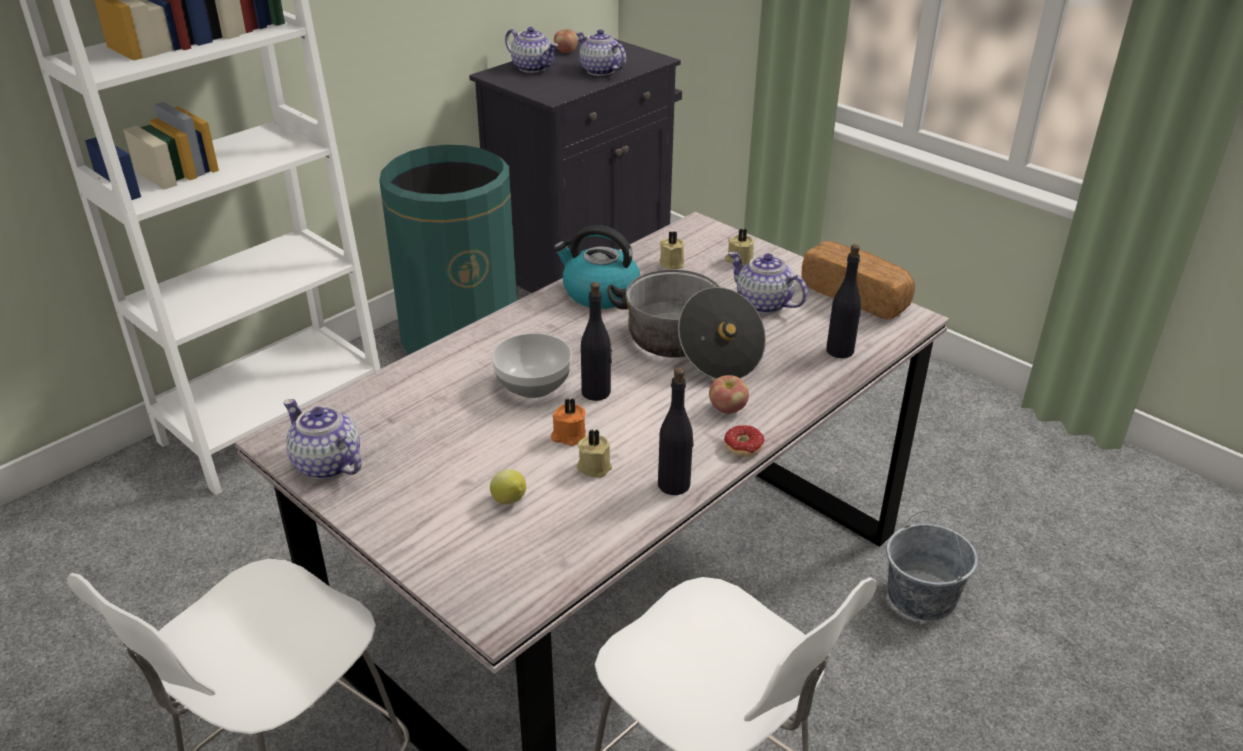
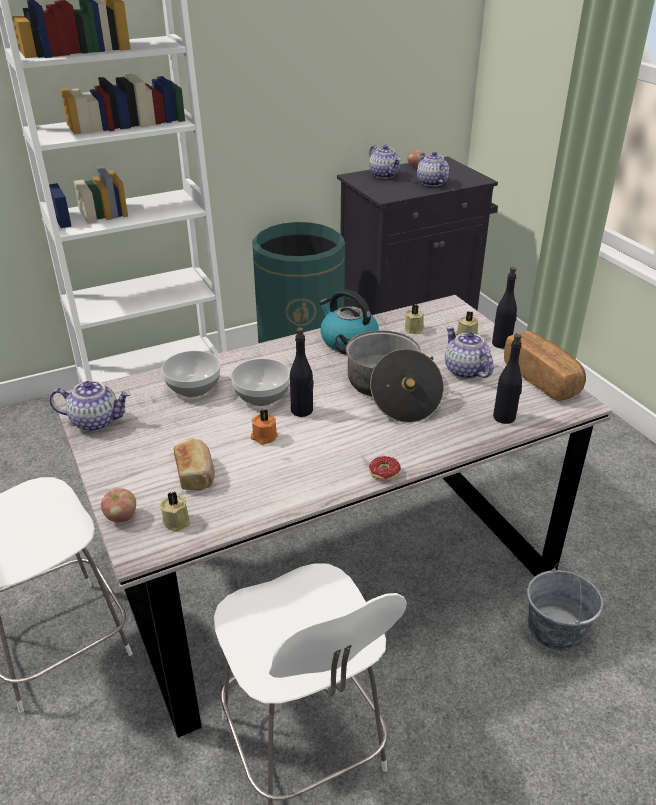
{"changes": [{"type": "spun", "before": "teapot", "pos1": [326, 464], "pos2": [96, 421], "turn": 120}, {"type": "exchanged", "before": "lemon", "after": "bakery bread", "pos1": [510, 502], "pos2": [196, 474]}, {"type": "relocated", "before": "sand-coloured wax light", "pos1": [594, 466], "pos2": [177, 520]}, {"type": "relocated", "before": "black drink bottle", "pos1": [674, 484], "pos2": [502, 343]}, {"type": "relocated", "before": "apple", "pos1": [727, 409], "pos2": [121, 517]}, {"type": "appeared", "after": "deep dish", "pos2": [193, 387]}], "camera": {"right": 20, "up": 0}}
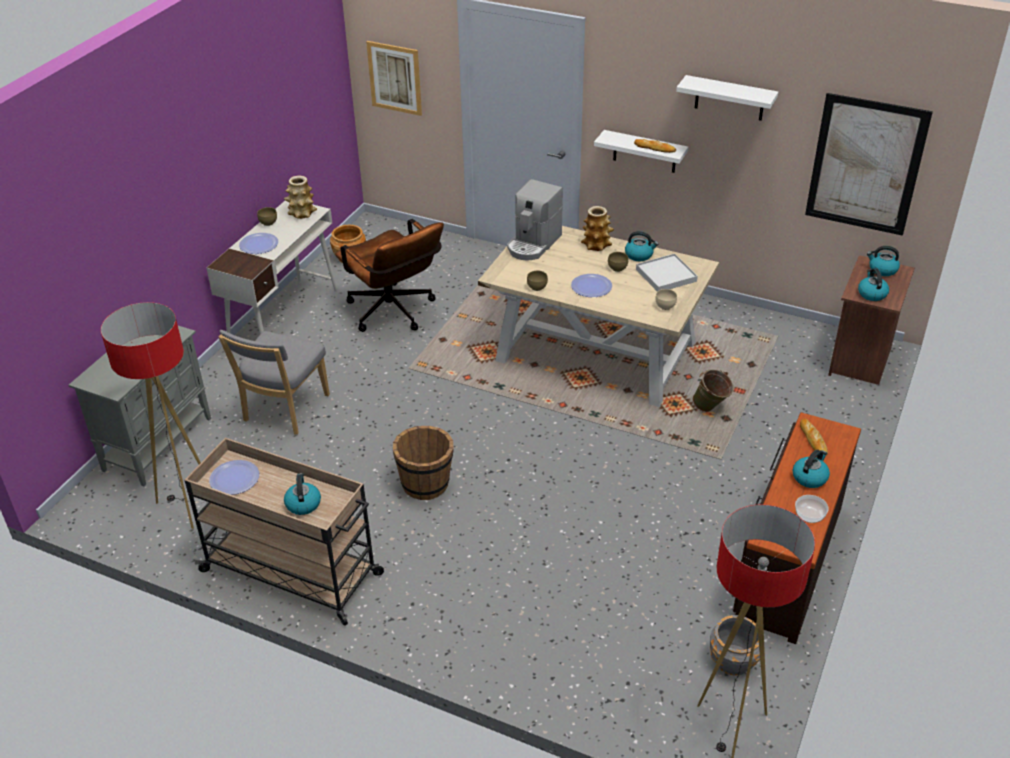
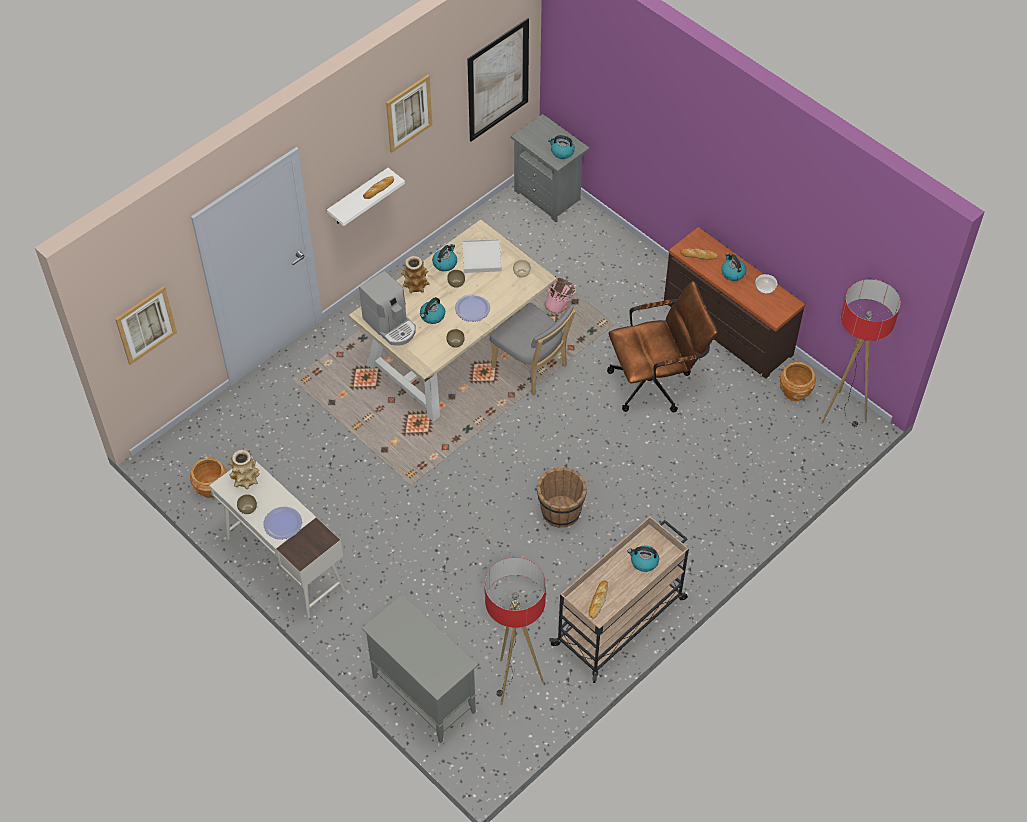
{"changes": [{"type": "exchanged", "before": "plate", "after": "bakery bread", "pos1": [234, 478], "pos2": [598, 600]}, {"type": "relocated", "before": "greyish chair", "pos1": [284, 410], "pos2": [532, 368]}, {"type": "relocated", "before": "brownish office chair", "pos1": [395, 314], "pos2": [657, 382]}, {"type": "exchanged", "before": "whitish bracket shelf", "after": "picture", "pos1": [729, 98], "pos2": [408, 113]}, {"type": "colour", "before": "green-coloured pail", "after": "pinkish pail", "pos1": [711, 409], "pos2": [559, 306]}, {"type": "colour", "before": "greyish planter", "after": "brownish planter", "pos1": [733, 661], "pos2": [795, 391]}, {"type": "colour", "before": "brownish bedside table", "after": "greyish bedside table", "pos1": [861, 361], "pos2": [549, 196]}, {"type": "relocated", "before": "kettle", "pos1": [882, 270], "pos2": [432, 316]}], "camera": {"right": -70, "up": 15}}
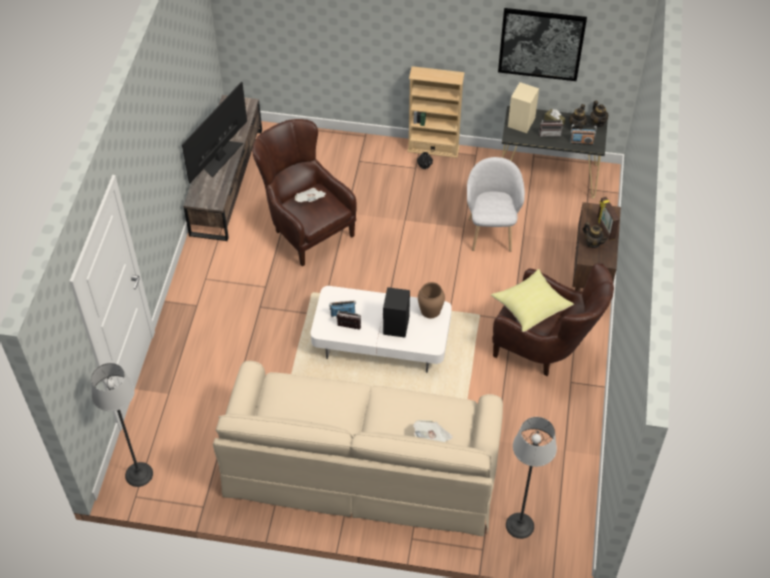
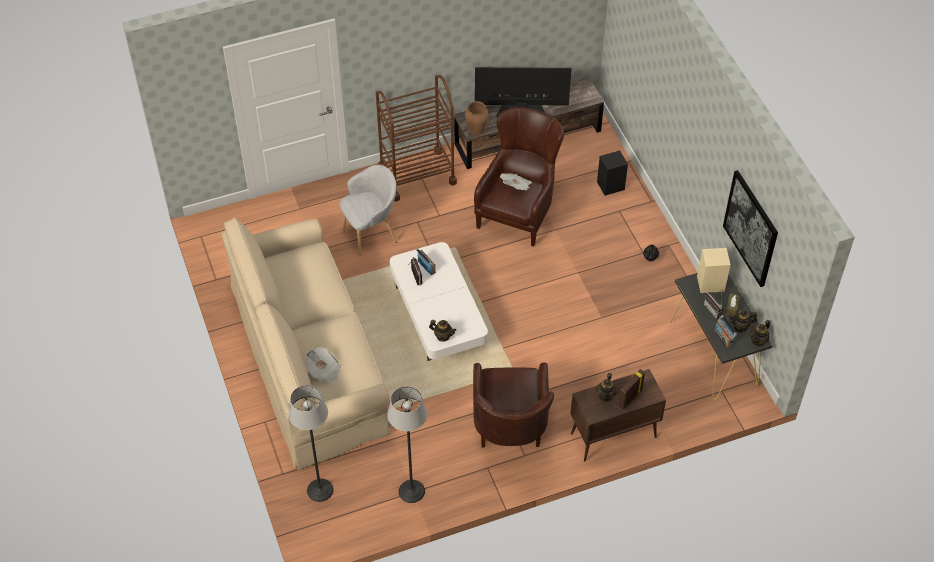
{"changes": [{"type": "relocated", "before": "standard lamp", "pos1": [139, 474], "pos2": [412, 491]}, {"type": "relocated", "before": "black loudspeaker", "pos1": [396, 325], "pos2": [611, 185]}, {"type": "missing", "before": "sand-coloured bookshelf", "pos1": [433, 148]}, {"type": "relocated", "before": "brownish flower vase", "pos1": [430, 310], "pos2": [476, 128]}, {"type": "relocated", "before": "greyish easy chair", "pos1": [491, 232], "pos2": [371, 234]}, {"type": "missing", "before": "yellow cushion", "pos1": [531, 307]}, {"type": "appeared", "after": "brownish wheeled cart", "pos2": [417, 175]}, {"type": "appeared", "after": "teapot", "pos2": [443, 336]}], "camera": {"right": 60, "up": 0}}
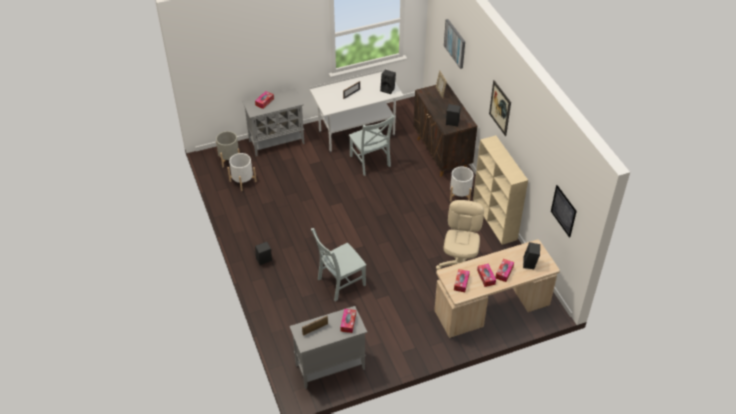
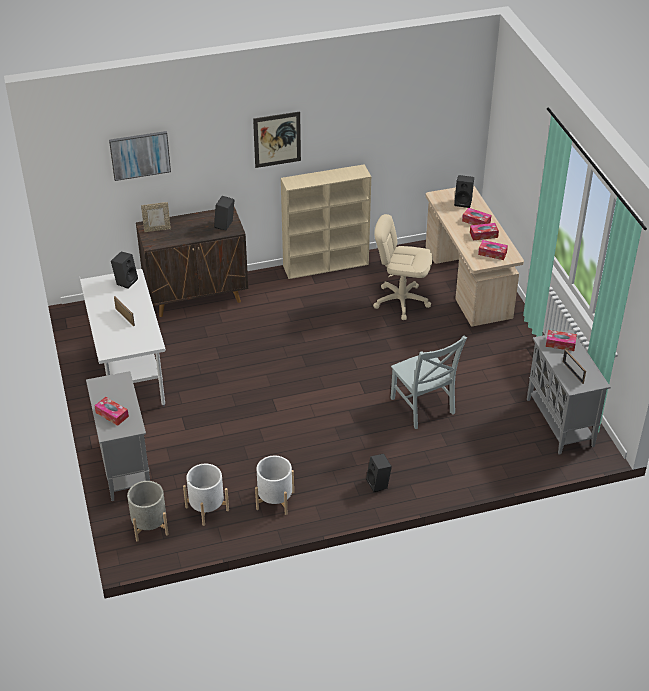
{"changes": [{"type": "missing", "before": "greyish chair", "pos1": [370, 162]}, {"type": "relocated", "before": "whitish planter", "pos1": [460, 195], "pos2": [275, 500]}, {"type": "missing", "before": "picture", "pos1": [563, 211]}], "camera": {"right": -85, "up": -5}}
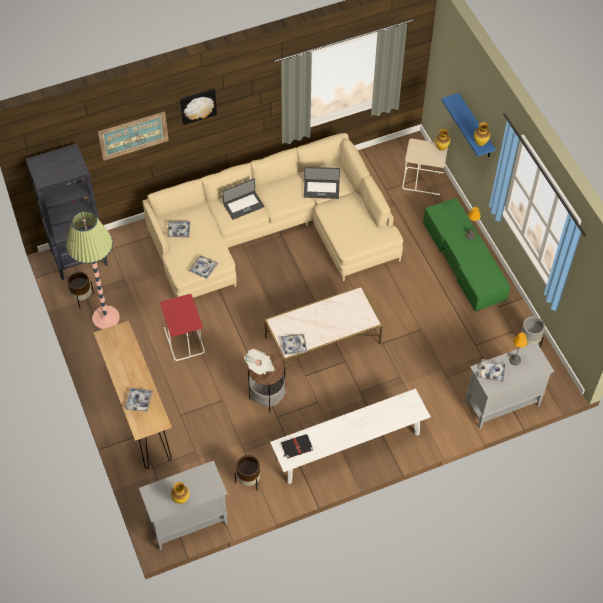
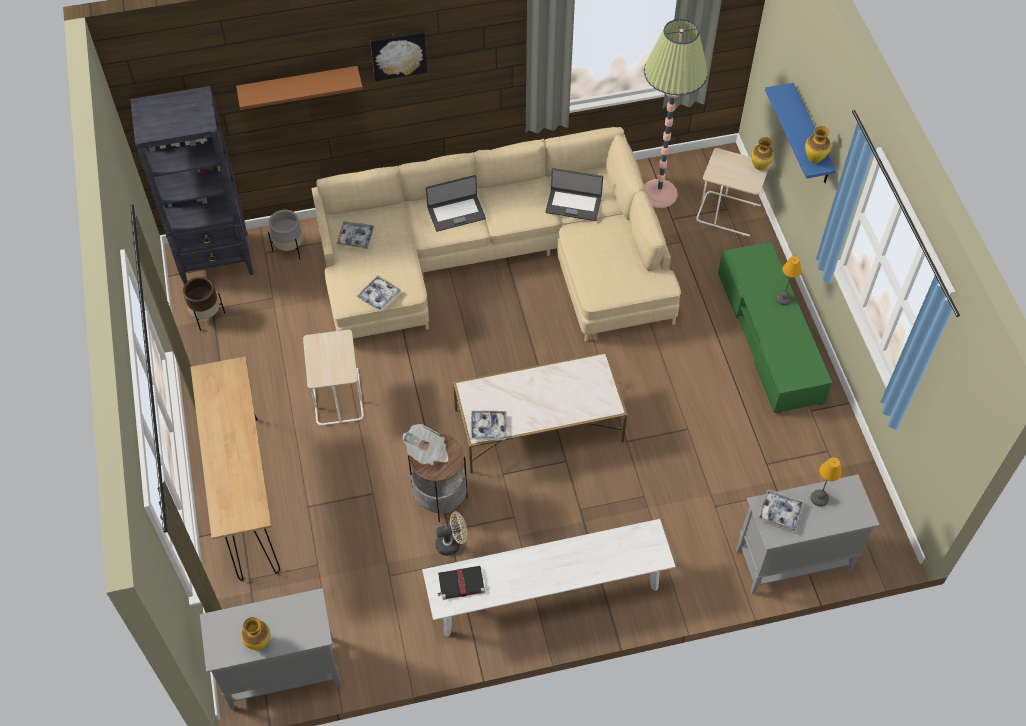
{"changes": [{"type": "relocated", "before": "standard lamp", "pos1": [106, 317], "pos2": [659, 194]}, {"type": "exchanged", "before": "picture", "after": "brownish bracket shelf", "pos1": [133, 135], "pos2": [299, 87]}, {"type": "missing", "before": "serving tray", "pos1": [139, 401]}, {"type": "colour", "before": "red-coloured side table", "after": "sand-coloured side table", "pos1": [184, 340], "pos2": [337, 396]}, {"type": "missing", "before": "brownish planter", "pos1": [248, 480]}, {"type": "relocated", "before": "greyish planter", "pos1": [529, 342], "pos2": [290, 249]}, {"type": "appeared", "after": "sand-coloured cooling fan", "pos2": [452, 543]}], "camera": {"right": 10, "up": 0}}
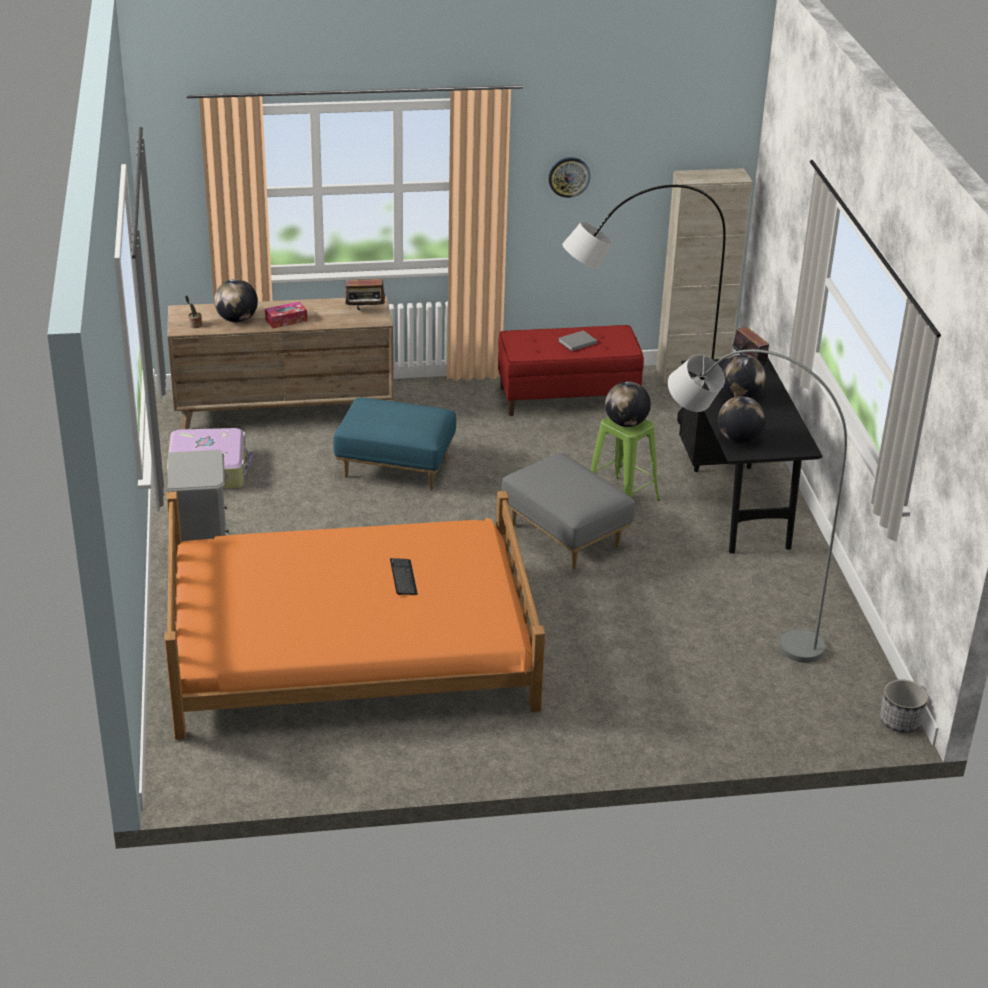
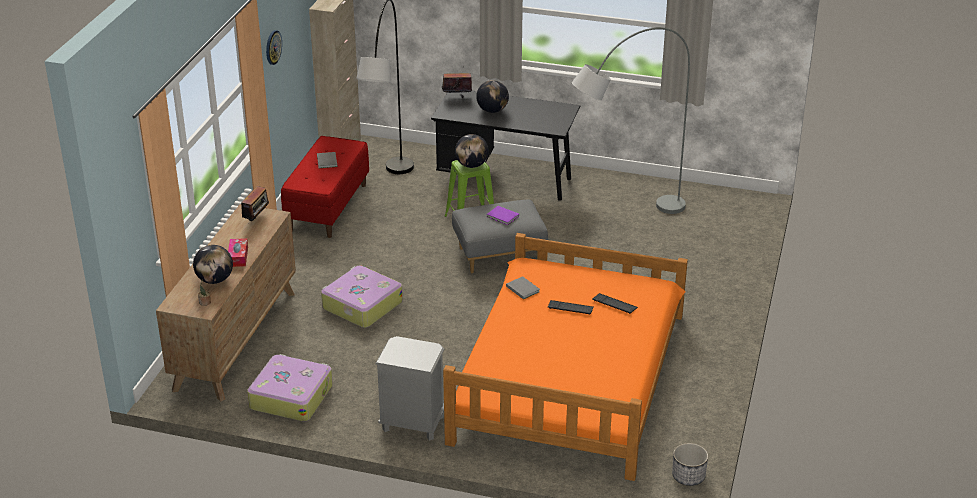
{"changes": [{"type": "exchanged", "before": "bluish pouffe", "after": "travel case", "pos1": [395, 469], "pos2": [361, 305]}, {"type": "missing", "before": "desk globe", "pos1": [739, 439]}, {"type": "relocated", "before": "planter", "pos1": [900, 721], "pos2": [688, 476]}, {"type": "appeared", "after": "purple volume", "pos2": [503, 217]}, {"type": "appeared", "after": "greyish volume", "pos2": [522, 288]}, {"type": "appeared", "after": "PC keyboard", "pos2": [614, 304]}], "camera": {"right": -65, "up": 0}}
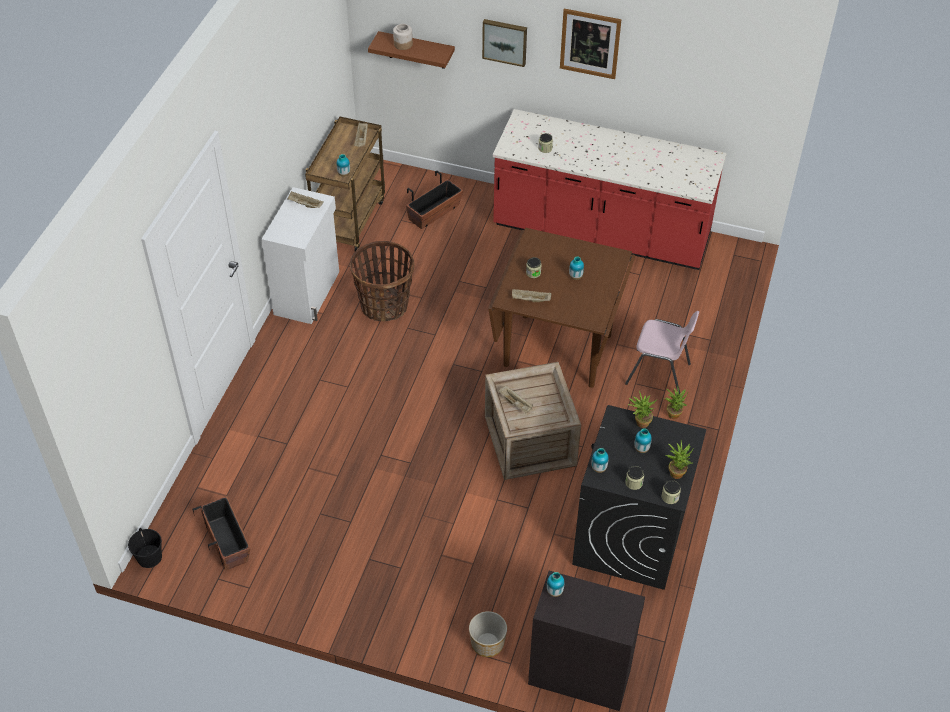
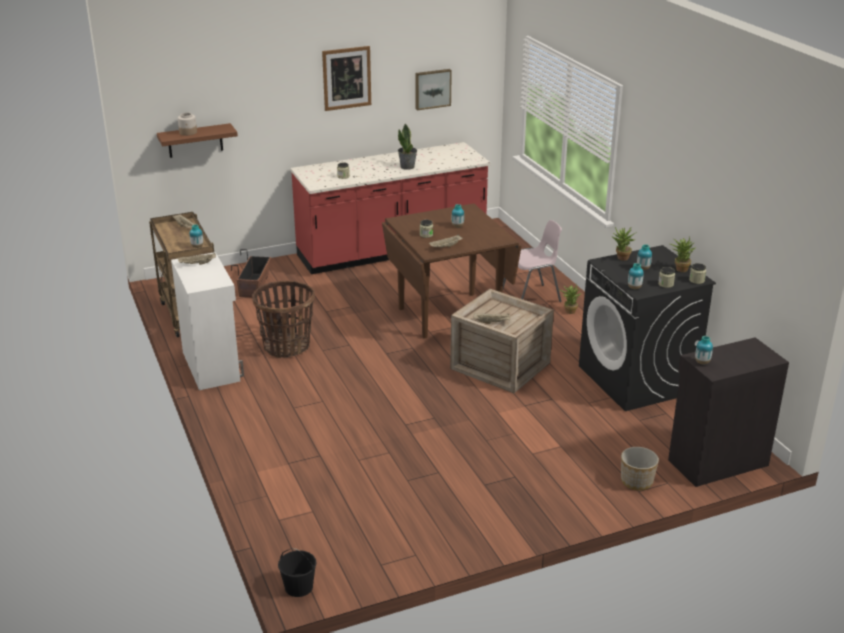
{"changes": [{"type": "missing", "before": "planter", "pos1": [227, 542]}, {"type": "relocated", "before": "picture", "pos1": [505, 41], "pos2": [432, 88]}, {"type": "appeared", "after": "houseplant", "pos2": [407, 167]}], "camera": {"right": -40, "up": -20}}
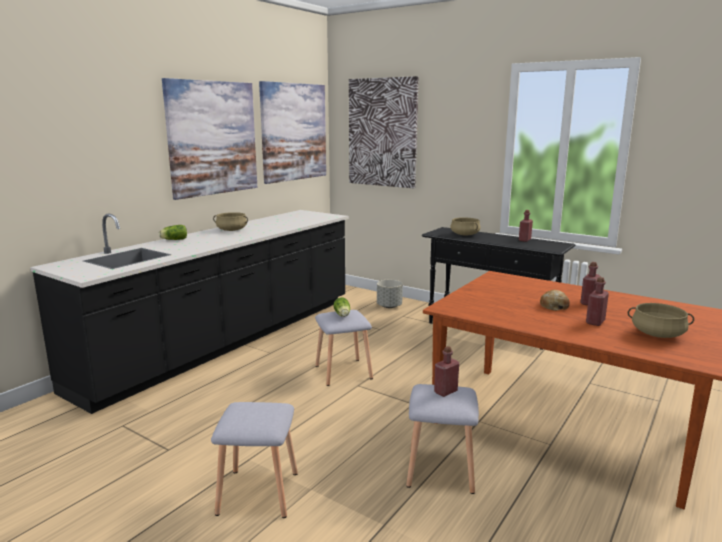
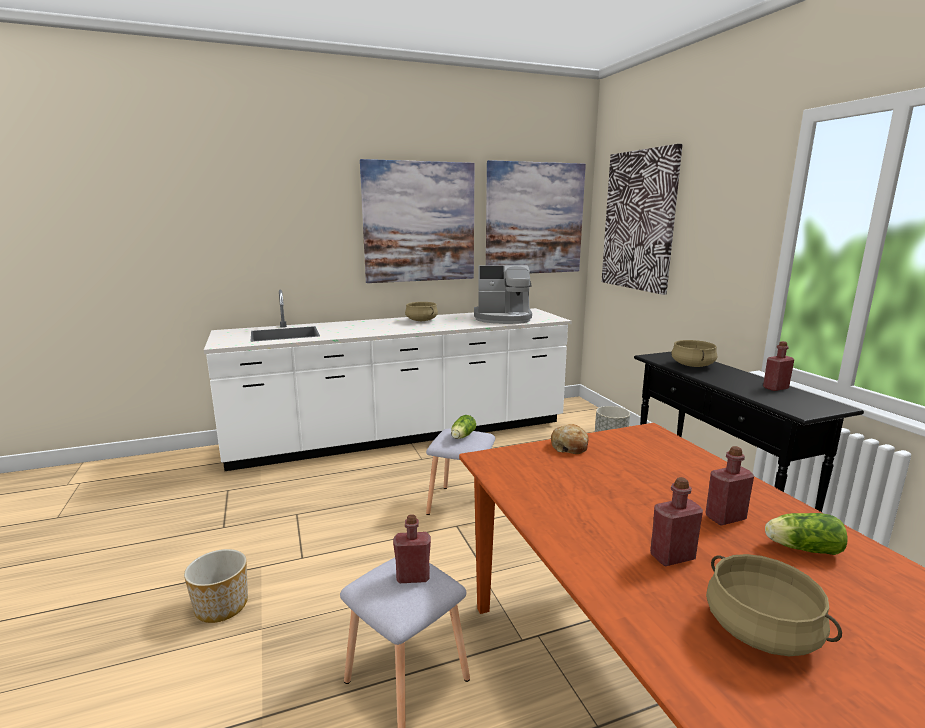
{"changes": [{"type": "colour", "before": "black counter", "after": "whitish counter", "pos1": [228, 341], "pos2": [402, 435]}, {"type": "relocated", "before": "head of lettuce", "pos1": [173, 240], "pos2": [800, 548]}, {"type": "exchanged", "before": "greyish sitting stool", "after": "planter", "pos1": [258, 492], "pos2": [221, 606]}, {"type": "relocated", "before": "bakery bread", "pos1": [553, 306], "pos2": [569, 446]}, {"type": "appeared", "after": "coffee maker", "pos2": [503, 318]}], "camera": {"right": 35, "up": 0}}
